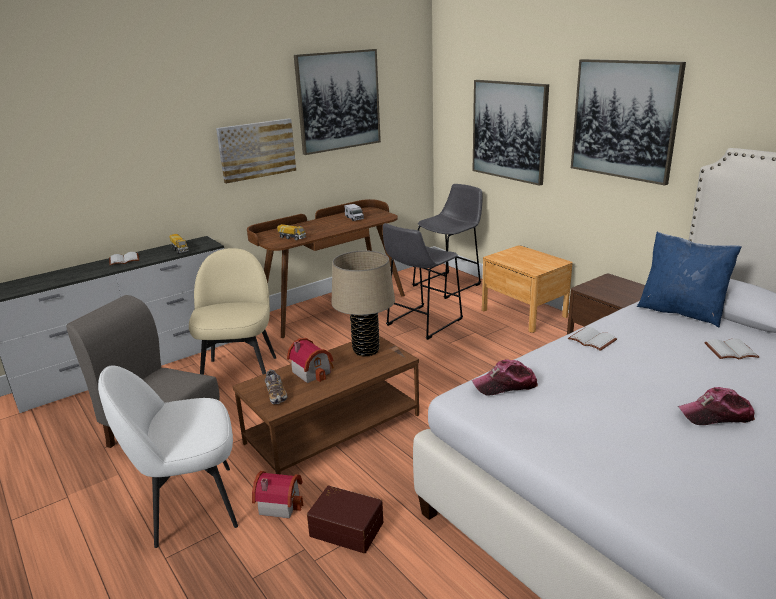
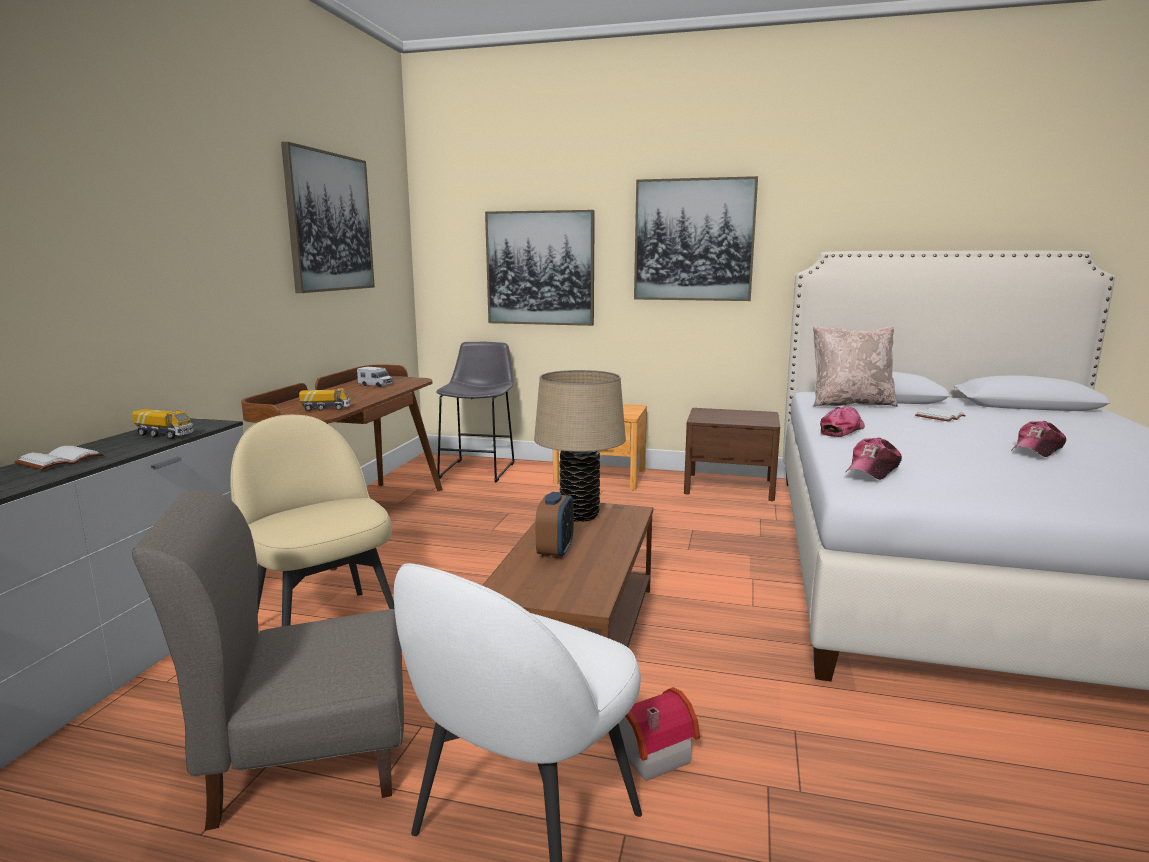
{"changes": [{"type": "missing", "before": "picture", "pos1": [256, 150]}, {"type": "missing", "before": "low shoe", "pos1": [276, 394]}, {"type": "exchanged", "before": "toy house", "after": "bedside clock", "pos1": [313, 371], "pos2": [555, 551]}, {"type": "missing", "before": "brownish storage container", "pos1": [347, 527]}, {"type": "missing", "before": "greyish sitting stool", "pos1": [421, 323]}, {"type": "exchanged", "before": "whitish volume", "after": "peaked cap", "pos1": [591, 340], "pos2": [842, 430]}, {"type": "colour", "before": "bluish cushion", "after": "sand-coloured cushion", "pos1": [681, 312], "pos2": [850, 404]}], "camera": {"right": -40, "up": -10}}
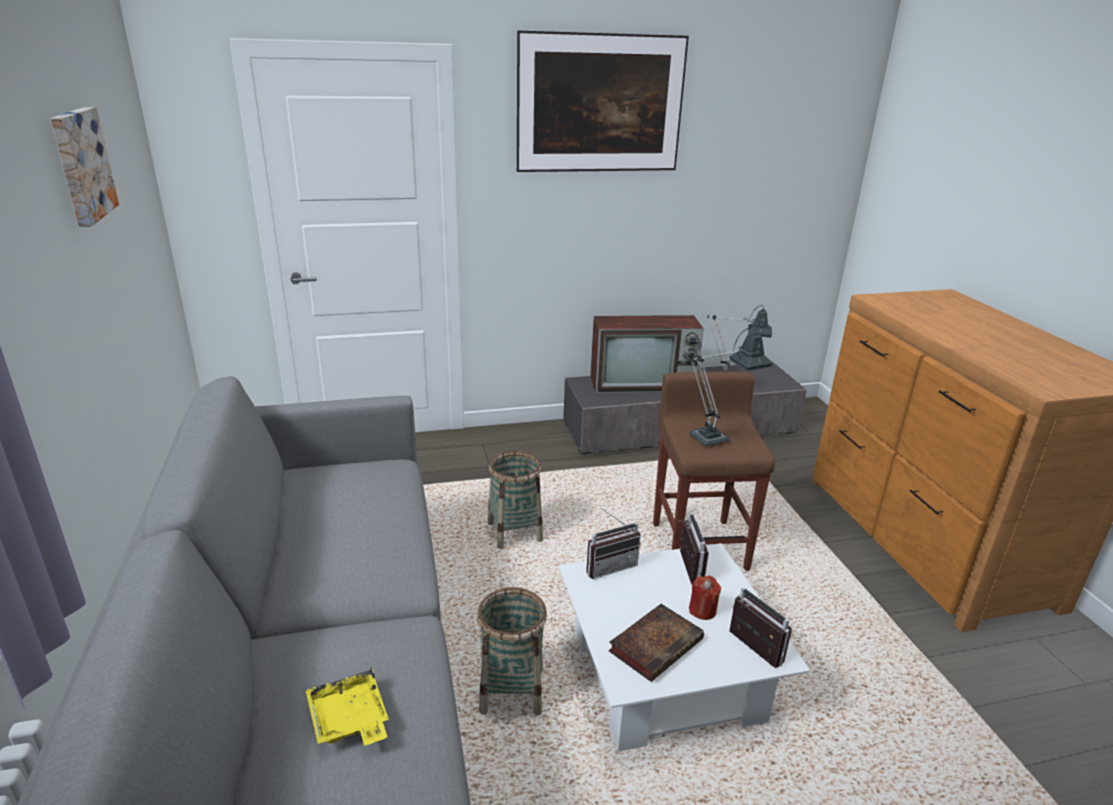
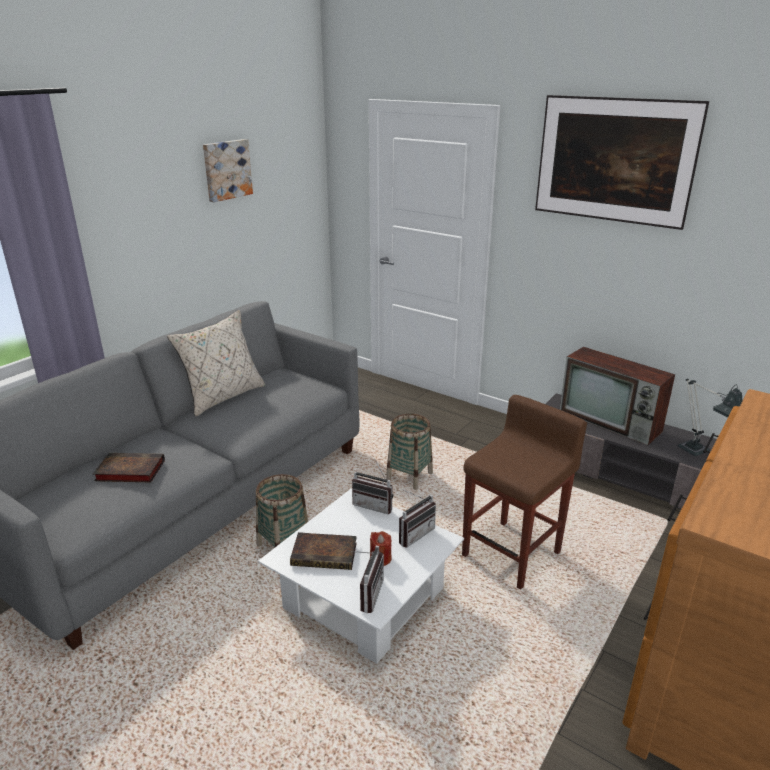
{"changes": [{"type": "exchanged", "before": "yellow serving tray", "after": "volume", "pos1": [349, 720], "pos2": [128, 471]}, {"type": "missing", "before": "tabletop lamp", "pos1": [716, 436]}, {"type": "appeared", "after": "sand-coloured cushion", "pos2": [223, 396]}], "camera": {"right": 50, "up": 0}}
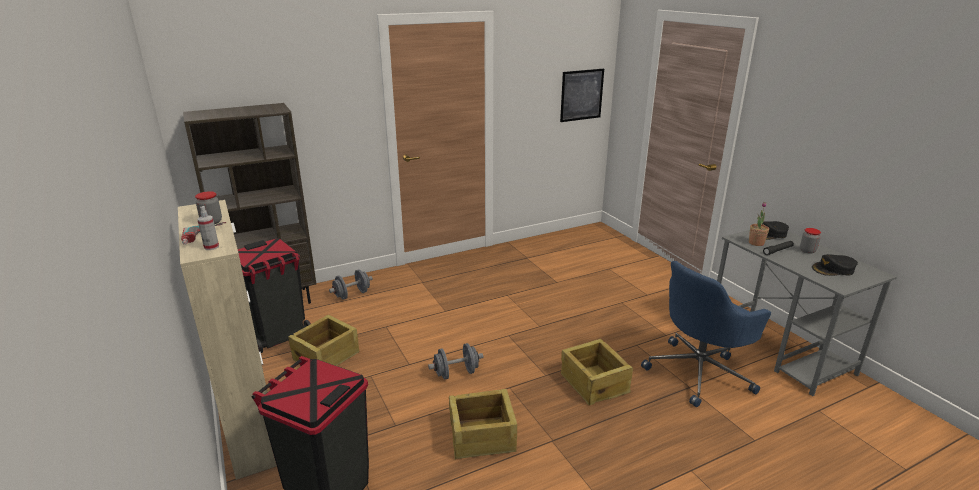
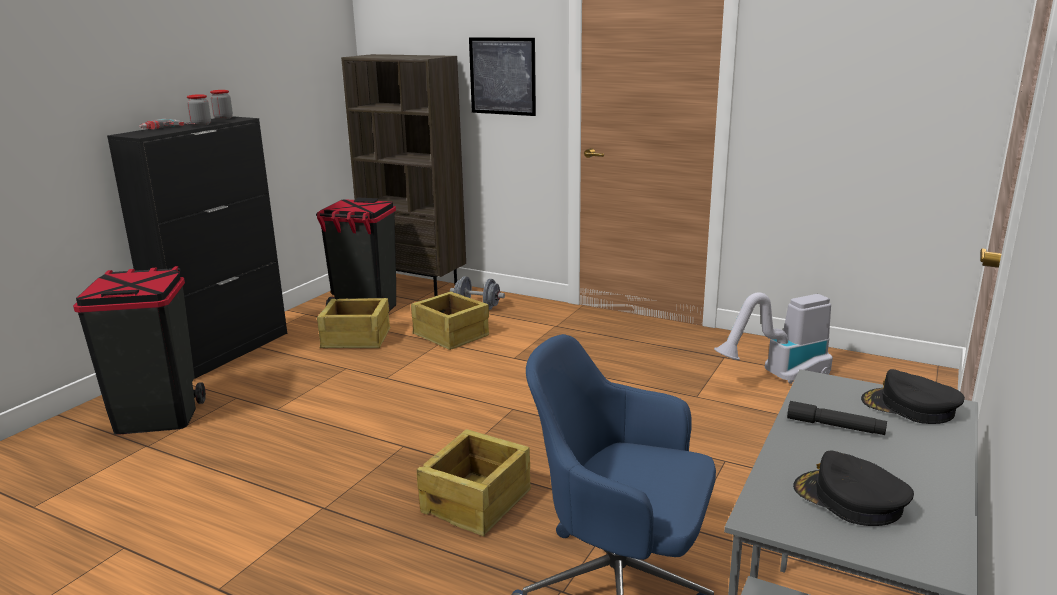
{"changes": [{"type": "colour", "before": "sand-coloured cabinet", "after": "black cabinet", "pos1": [251, 426], "pos2": [225, 352]}, {"type": "missing", "before": "spray bottle", "pos1": [211, 247]}, {"type": "missing", "before": "greyish dumbbell", "pos1": [456, 373]}, {"type": "relocated", "before": "shipping crate", "pos1": [483, 437], "pos2": [450, 335]}, {"type": "relocated", "before": "picture", "pos1": [581, 95], "pos2": [502, 76]}, {"type": "missing", "before": "houseplant", "pos1": [756, 243]}, {"type": "relocated", "before": "storage jar", "pos1": [807, 251], "pos2": [223, 118]}, {"type": "appeared", "after": "vacuum", "pos2": [778, 377]}], "camera": {"right": 55, "up": -5}}
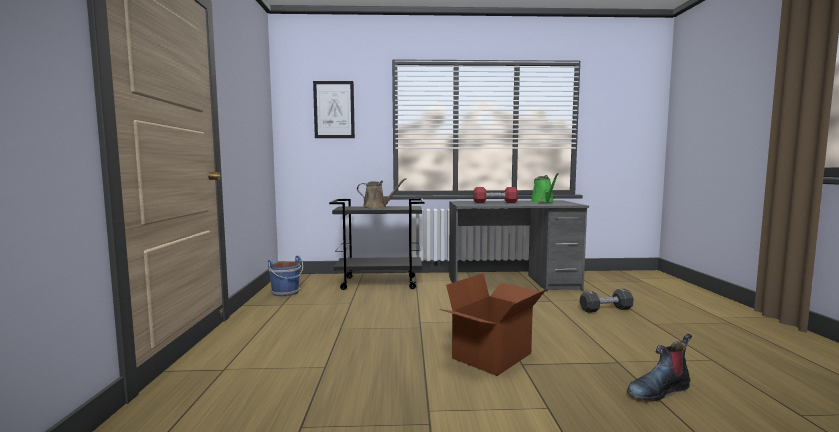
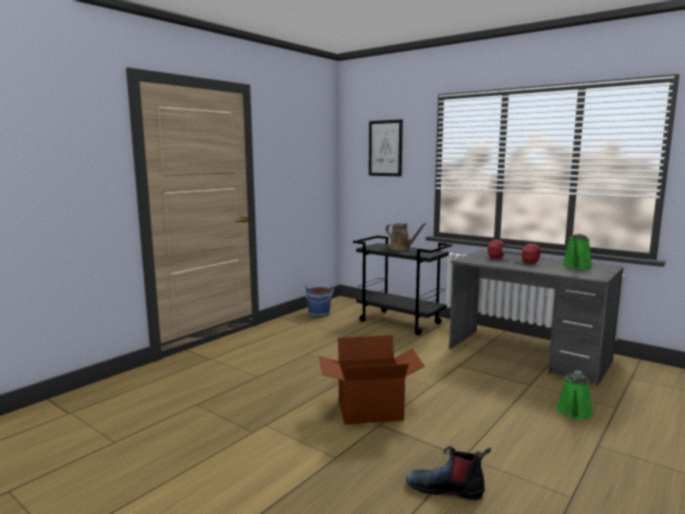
{"changes": [{"type": "exchanged", "before": "black dumbbell", "after": "green-coloured watering pot", "pos1": [605, 309], "pos2": [574, 412]}], "camera": {"right": 40, "up": 5}}
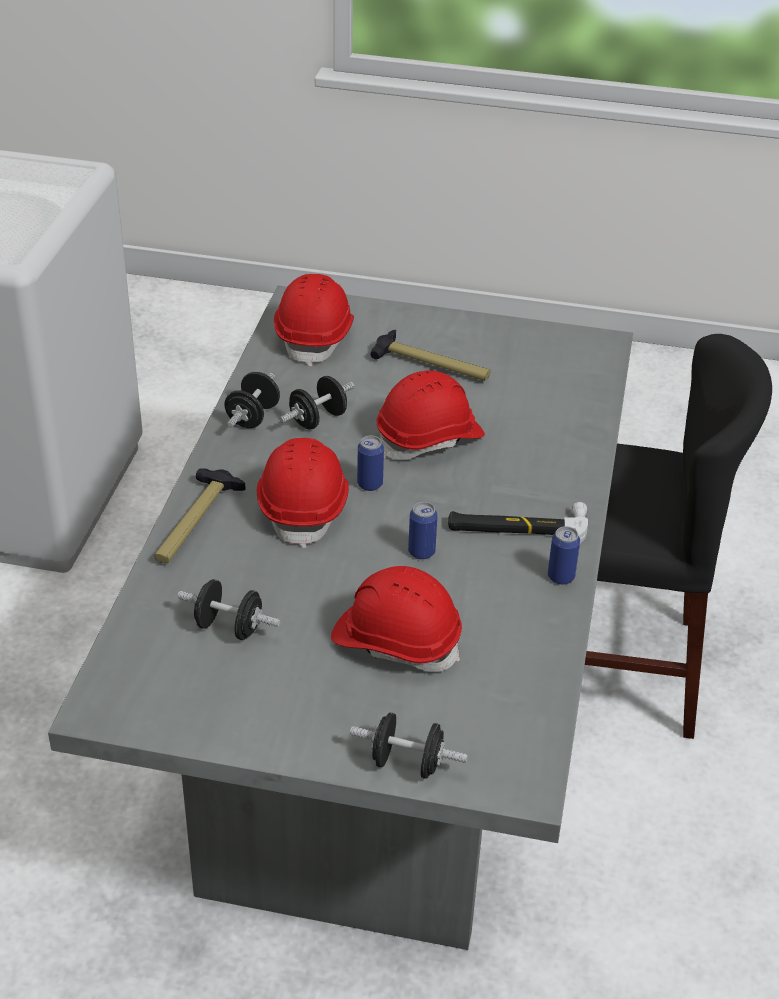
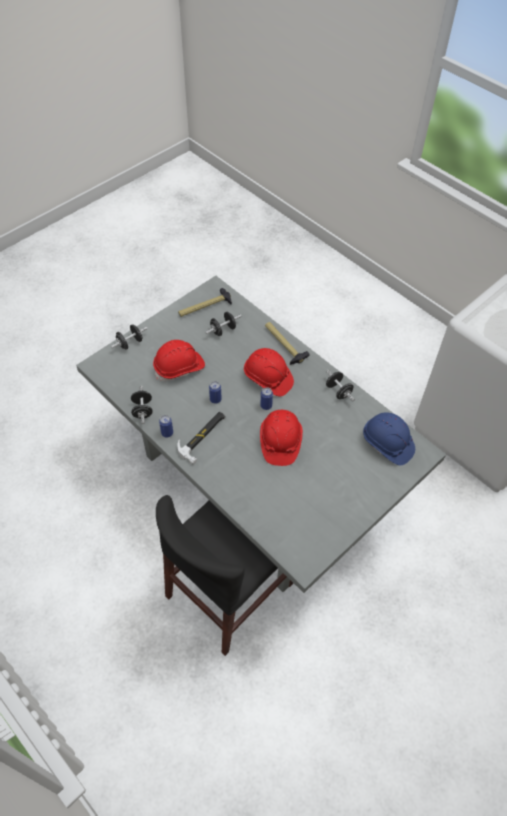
{"changes": [{"type": "colour", "before": "red-coloured work helmet", "after": "bluish work helmet", "pos1": [315, 337], "pos2": [387, 444]}, {"type": "relocated", "before": "black dumbbell", "pos1": [318, 419], "pos2": [142, 410]}, {"type": "relocated", "before": "hammer", "pos1": [431, 365], "pos2": [205, 307]}], "camera": {"right": 125, "up": 15}}
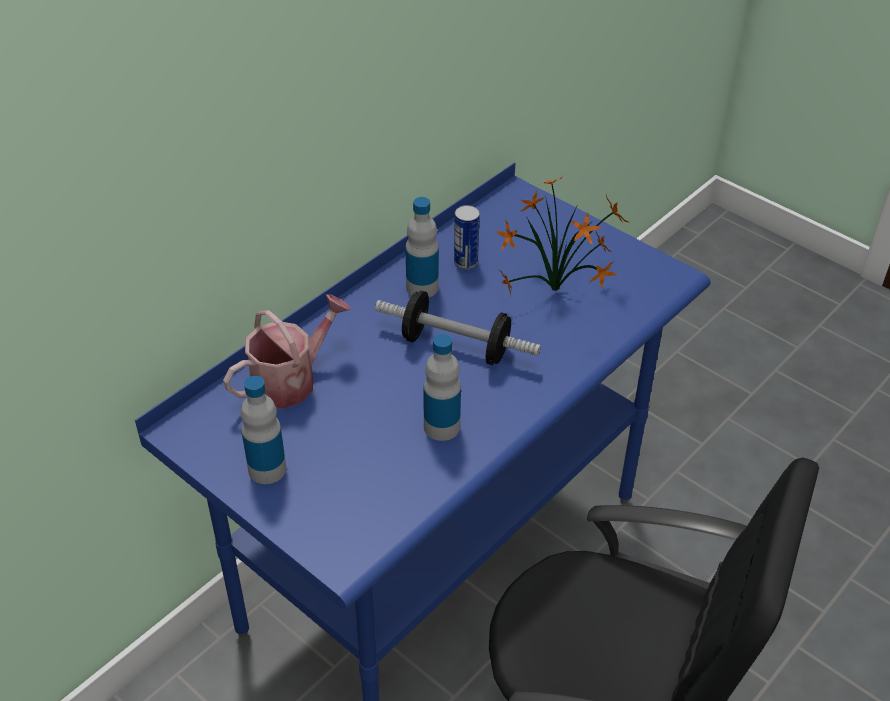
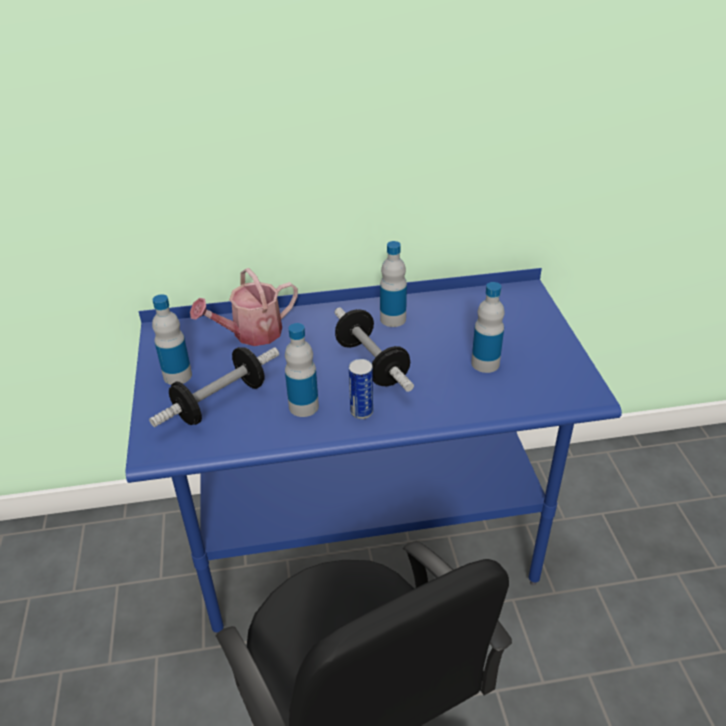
{"changes": [{"type": "spun", "before": "watering pot", "pos1": [291, 379], "pos2": [251, 334], "turn": 150}, {"type": "relocated", "before": "sealed can", "pos1": [465, 262], "pos2": [361, 412]}, {"type": "exchanged", "before": "houseplant", "after": "drink bottle", "pos1": [559, 291], "pos2": [485, 363]}, {"type": "appeared", "after": "dumbbell", "pos2": [220, 402]}], "camera": {"right": 40, "up": -5}}
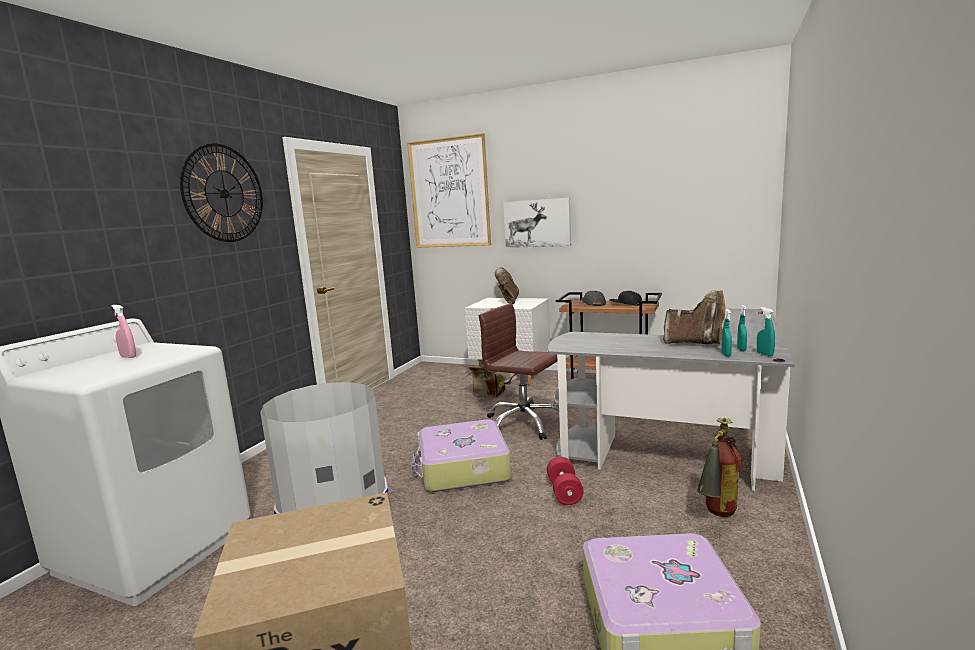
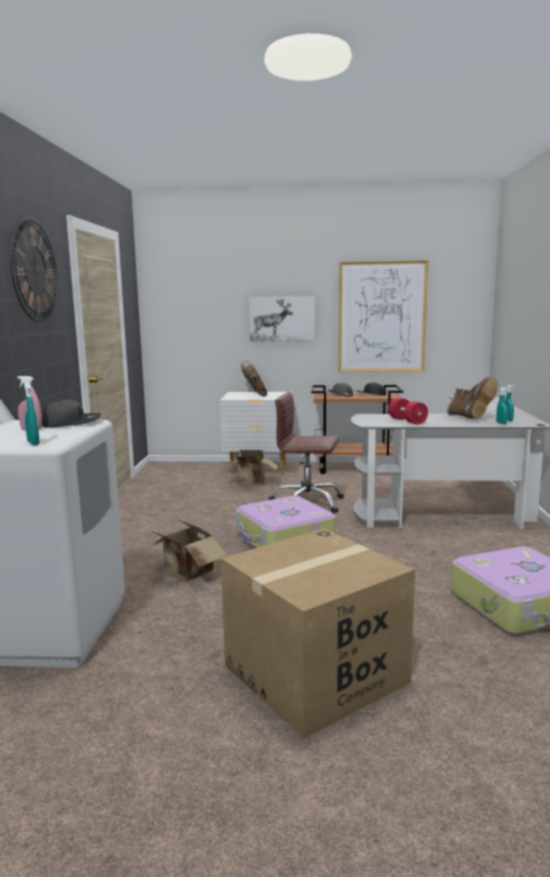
{"changes": [{"type": "exchanged", "before": "greyish waste bin", "after": "cardboard box", "pos1": [333, 501], "pos2": [186, 573]}, {"type": "relocated", "before": "picture", "pos1": [449, 193], "pos2": [382, 317]}, {"type": "relocated", "before": "red-coloured dumbbell", "pos1": [564, 492], "pos2": [407, 421]}, {"type": "spun", "before": "brownish tall boot", "pos1": [695, 343], "pos2": [469, 417], "turn": 60}, {"type": "missing", "before": "extinguisher", "pos1": [716, 516]}, {"type": "relocated", "before": "turquoise spray bottle", "pos1": [764, 354], "pos2": [33, 443]}, {"type": "appeared", "after": "greyish peaked cap", "pos2": [71, 423]}], "camera": {"right": -20, "up": 0}}
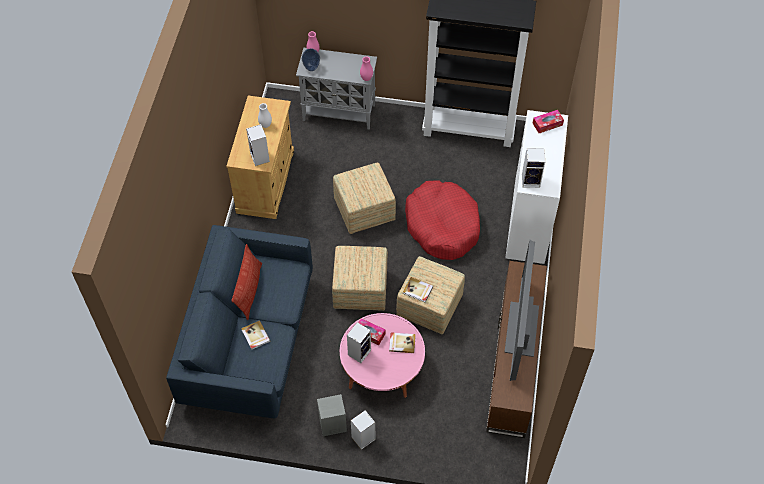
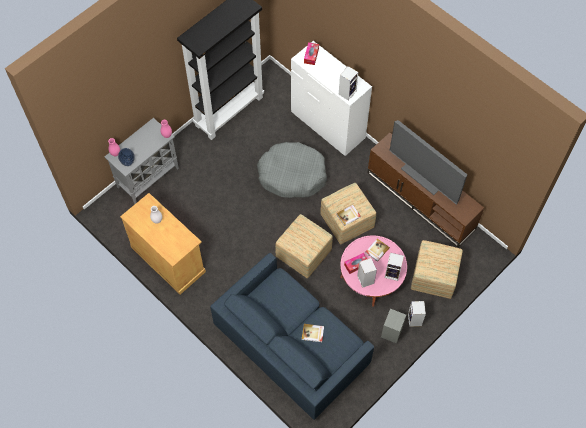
{"changes": [{"type": "missing", "before": "cushion", "pos1": [249, 290]}, {"type": "relocated", "before": "loudspeaker", "pos1": [260, 158], "pos2": [393, 273]}, {"type": "relocated", "before": "pouffe", "pos1": [365, 209], "pos2": [433, 276]}, {"type": "colour", "before": "red-coloured pet bed", "after": "greyish pet bed", "pos1": [442, 226], "pos2": [292, 175]}], "camera": {"right": -55, "up": 5}}
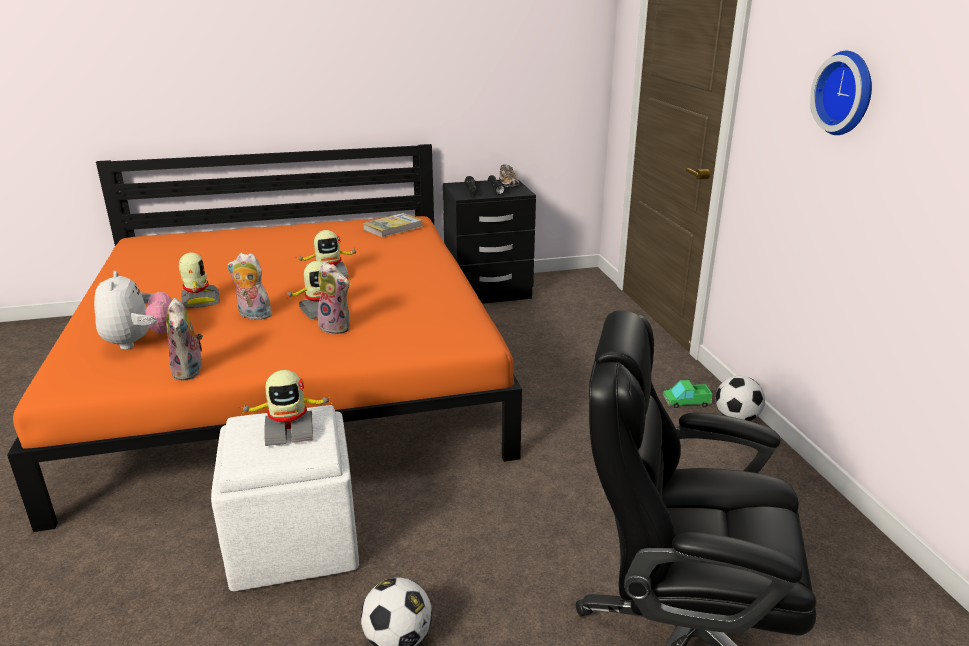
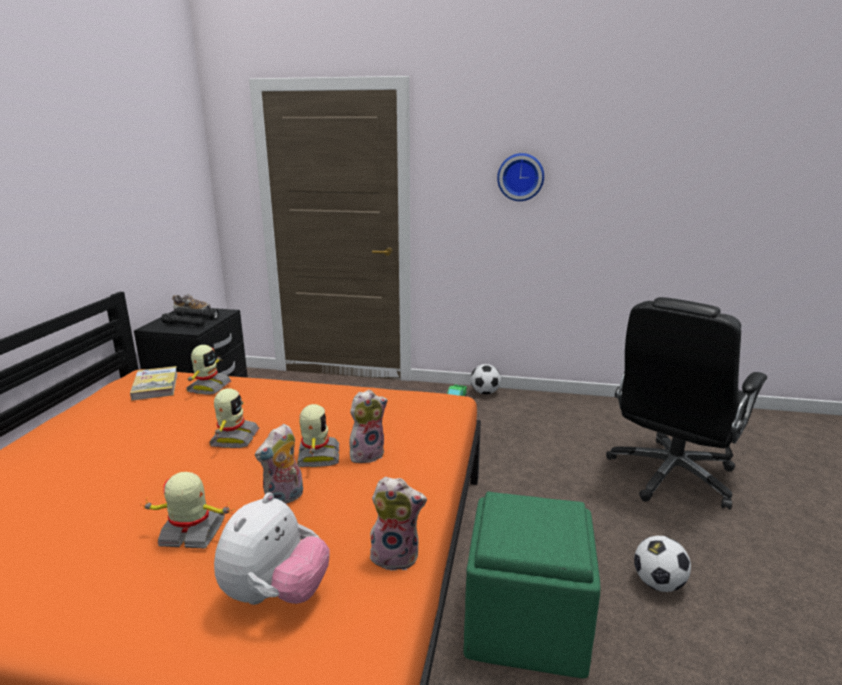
{"changes": [{"type": "spun", "before": "cuddly toy", "pos1": [139, 342], "pos2": [275, 594], "turn": 105}, {"type": "colour", "before": "whitish pouffe", "after": "green-coloured pouffe", "pos1": [296, 539], "pos2": [524, 621]}, {"type": "relocated", "before": "model robot", "pos1": [289, 431], "pos2": [208, 387]}], "camera": {"right": -65, "up": -5}}
